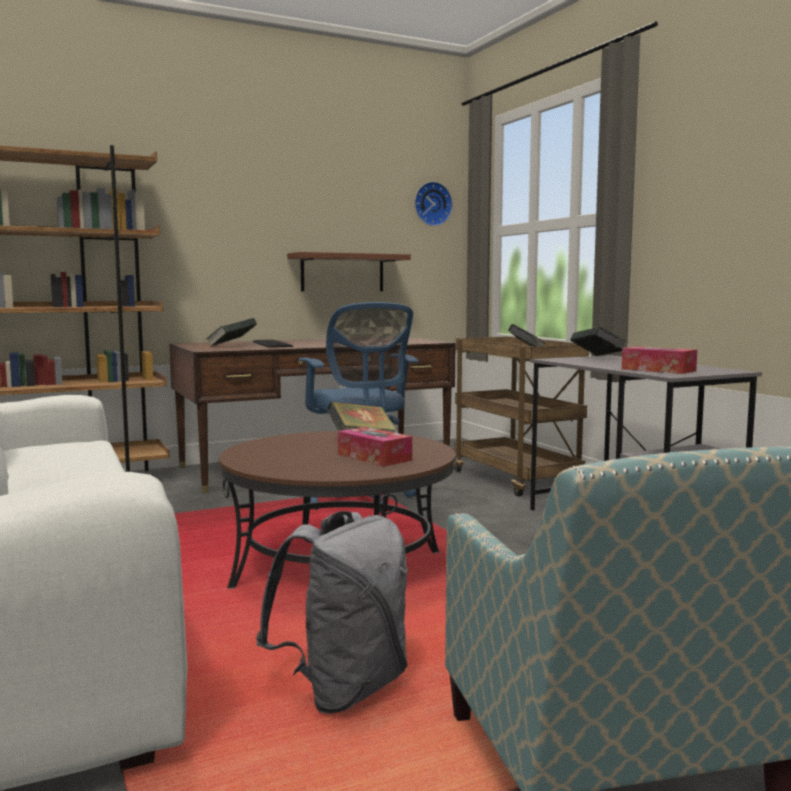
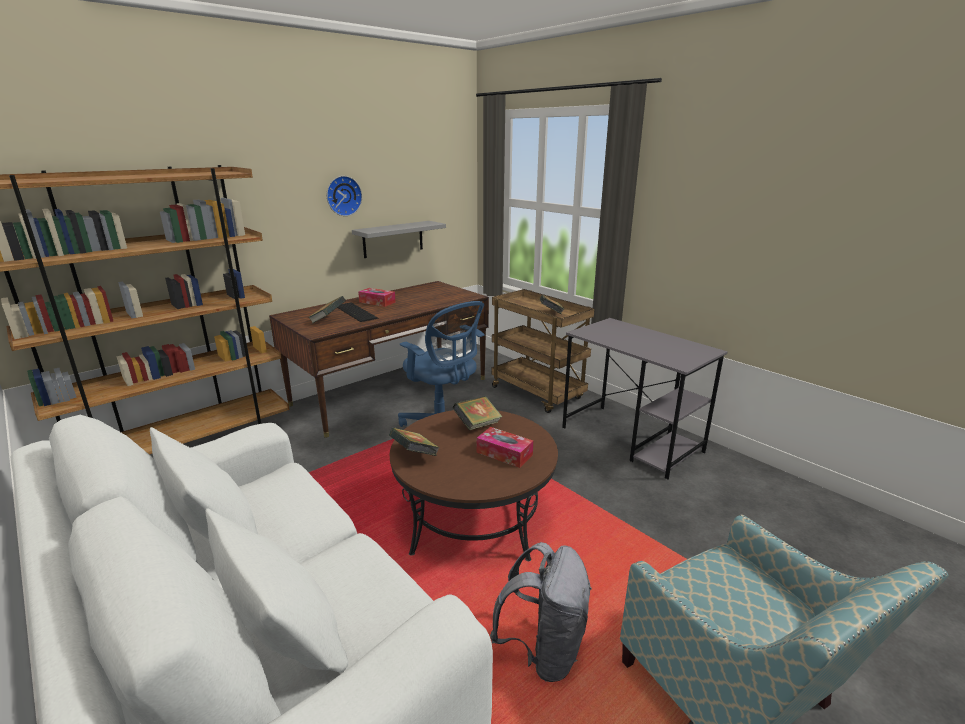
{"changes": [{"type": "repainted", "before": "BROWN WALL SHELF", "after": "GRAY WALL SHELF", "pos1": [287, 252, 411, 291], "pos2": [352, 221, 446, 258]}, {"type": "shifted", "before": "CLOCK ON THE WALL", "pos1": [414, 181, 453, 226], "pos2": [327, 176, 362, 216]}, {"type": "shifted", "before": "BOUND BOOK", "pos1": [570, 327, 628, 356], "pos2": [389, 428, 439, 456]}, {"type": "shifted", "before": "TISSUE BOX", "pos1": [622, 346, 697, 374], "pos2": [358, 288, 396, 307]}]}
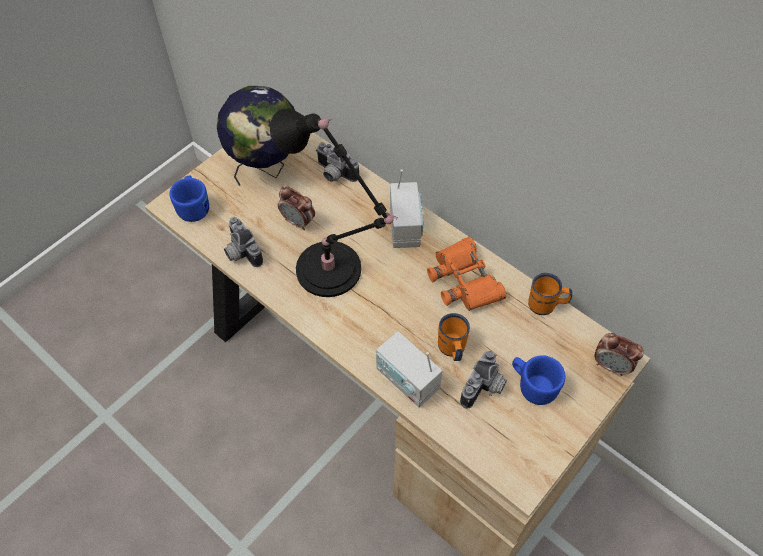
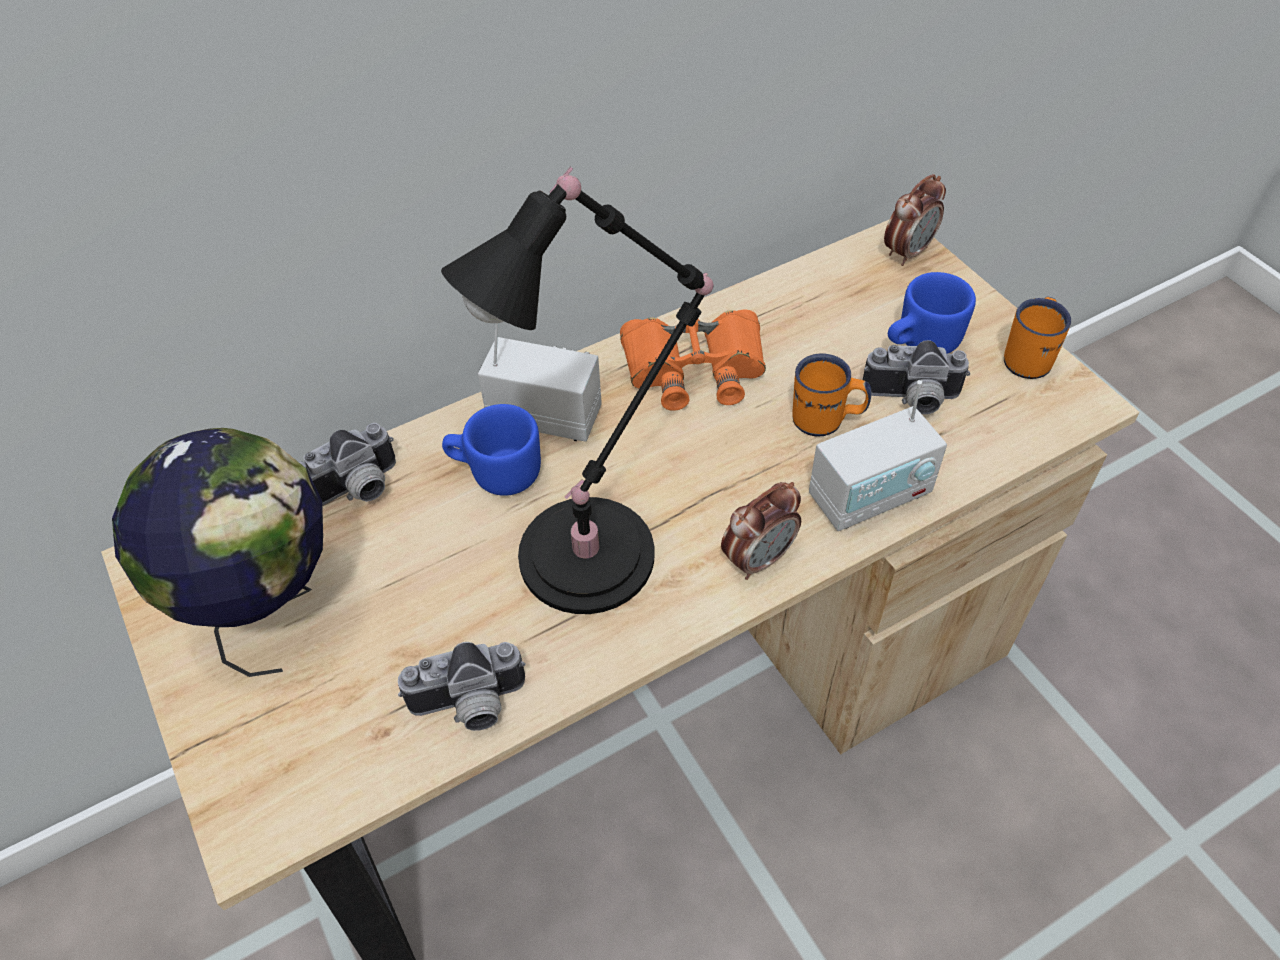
{"changes": [{"type": "shifted", "before": "BLUE TEA MUG", "pos1": [170, 176, 209, 222], "pos2": [442, 404, 541, 496]}, {"type": "shifted", "before": "ALARM CLOCK", "pos1": [278, 187, 315, 230], "pos2": [721, 482, 801, 580]}, {"type": "rotated", "before": "STILL CAMERA", "pos1": [460, 350, 507, 409], "pos2": [863, 340, 970, 415], "turn": 135}, {"type": "shifted", "before": "ORANGE TEA MUG", "pos1": [528, 273, 572, 315], "pos2": [1004, 297, 1071, 379]}]}
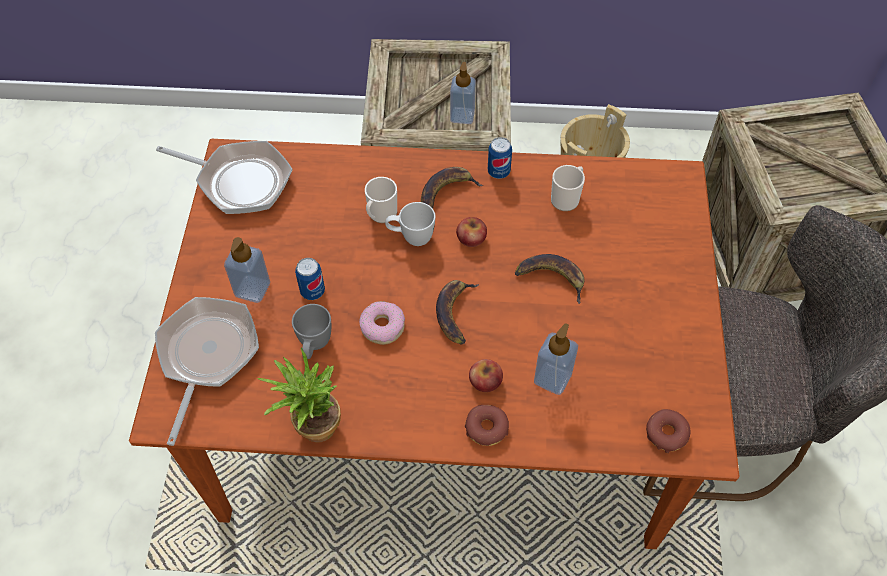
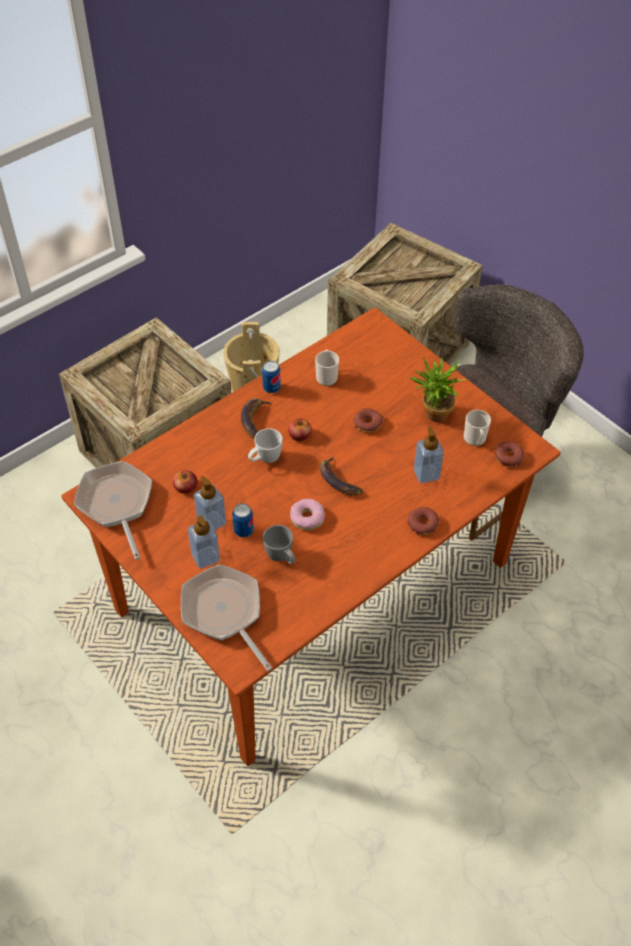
{"changes": [{"type": "rotated", "before": "PAN", "pos1": [156, 141, 293, 214], "pos2": [74, 461, 152, 560], "turn": -90}, {"type": "shifted", "before": "POTTED PLANT", "pos1": [257, 347, 341, 442], "pos2": [410, 357, 465, 422]}, {"type": "shifted", "before": "TEA MUG", "pos1": [365, 177, 397, 223], "pos2": [464, 410, 491, 446]}, {"type": "shifted", "before": "SOAP DISPENSER", "pos1": [450, 62, 476, 124], "pos2": [194, 476, 226, 530]}, {"type": "shifted", "before": "APPLE FRUIT", "pos1": [469, 359, 503, 392], "pos2": [173, 470, 197, 494]}, {"type": "swapped", "before": "BANANA", "after": "RING DOUGHNUT", "pos1": [515, 254, 585, 304], "pos2": [354, 408, 383, 433]}]}
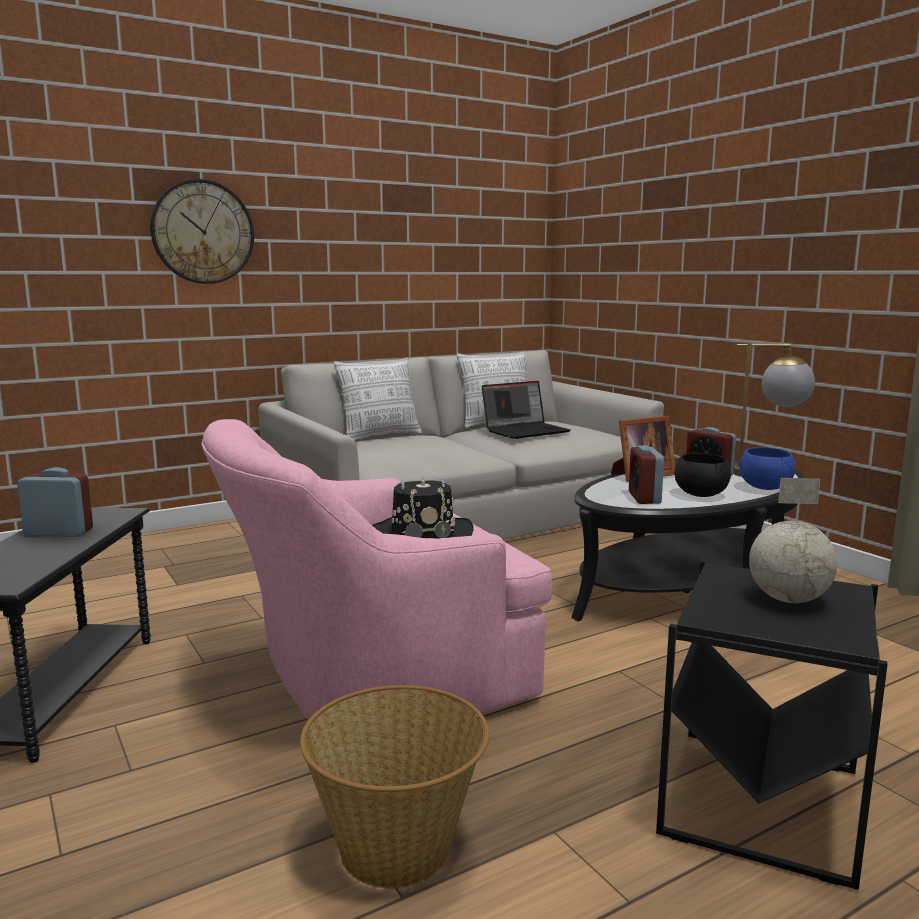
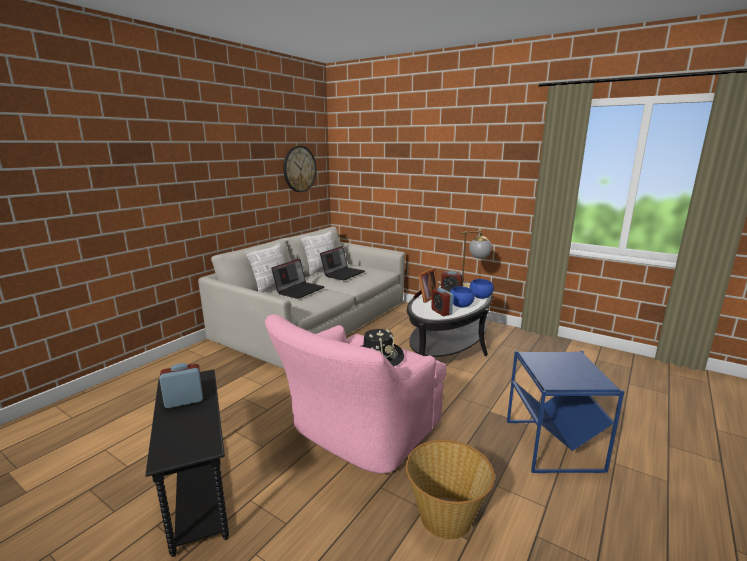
{"changes": [{"type": "shifted", "before": "CLOCK ON THE WALL", "pos1": [150, 179, 254, 284], "pos2": [283, 146, 317, 192]}, {"type": "repainted", "before": "BLACKISH END TABLE", "after": "BLUE END TABLE", "pos1": [656, 560, 888, 890], "pos2": [507, 351, 624, 473]}, {"type": "repainted", "before": "BLACKISH DEEP DISH", "after": "BLUE DEEP DISH", "pos1": [675, 453, 731, 497], "pos2": [450, 287, 475, 307]}, {"type": "gone", "before": "GLOBE", "pos1": [749, 478, 837, 603]}, {"type": "new", "after": "NOTEBOOK COMPUTER", "pos2": [271, 259, 325, 299]}]}
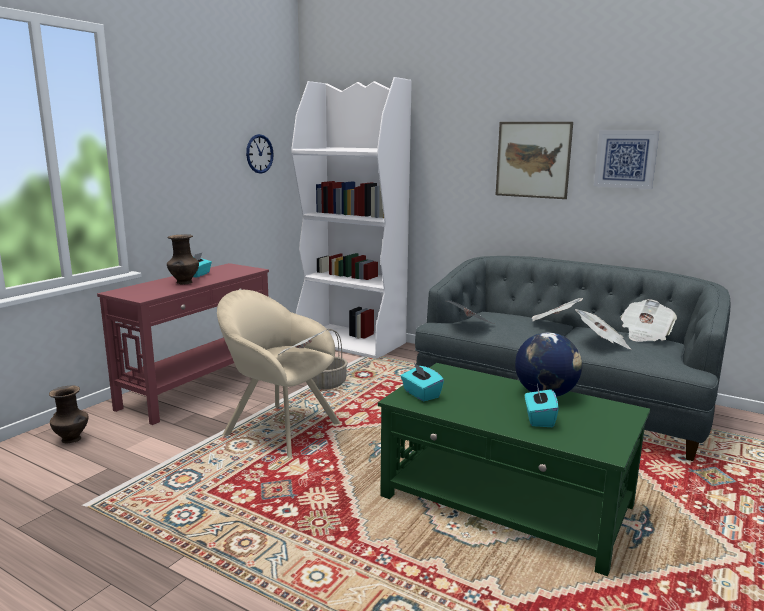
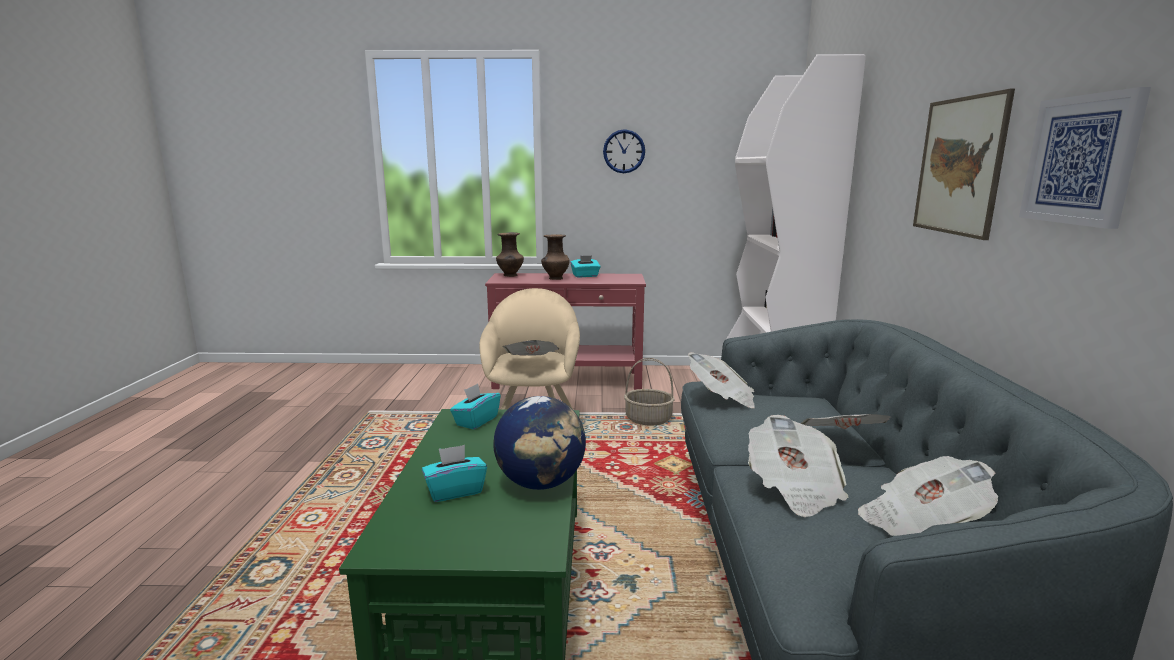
{"changes": [{"type": "shifted", "before": "BROWN DECORATIVE VASE", "pos1": [49, 386, 89, 444], "pos2": [496, 232, 524, 277]}, {"type": "shifted", "before": "CLOCK ON THE WALL", "pos1": [246, 134, 274, 174], "pos2": [603, 129, 645, 173]}]}
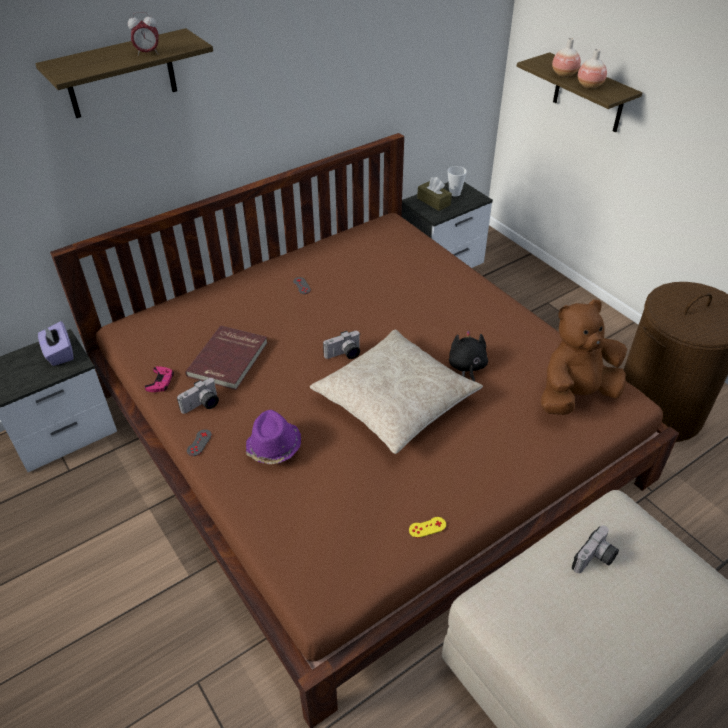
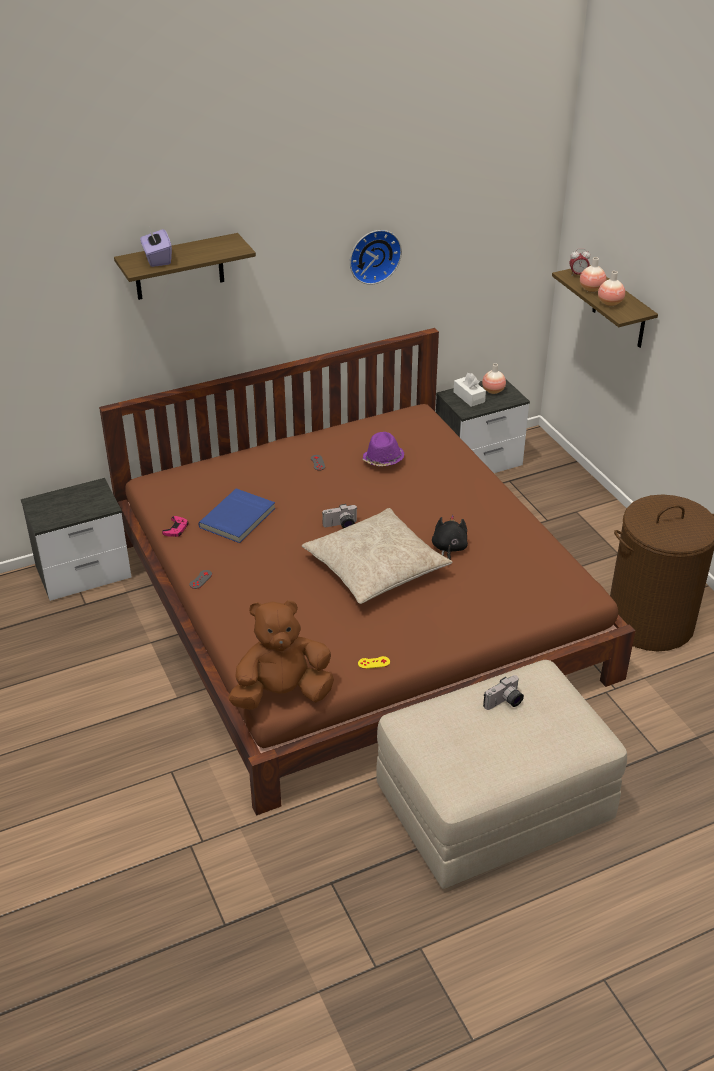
{"changes": [{"type": "shifted", "before": "PURPLE TISSUE BOX", "pos1": [38, 321, 74, 366], "pos2": [140, 227, 172, 267]}, {"type": "shifted", "before": "ALARM CLOCK", "pos1": [128, 12, 158, 56], "pos2": [569, 249, 590, 275]}, {"type": "gone", "before": "STILL CAMERA", "pos1": [177, 378, 219, 414]}, {"type": "repainted", "before": "REDDISH BOUND BOOK", "after": "BLUE BOUND BOOK", "pos1": [185, 326, 268, 390], "pos2": [198, 488, 275, 543]}, {"type": "shifted", "before": "PURPLE HAT", "pos1": [246, 410, 301, 464], "pos2": [363, 432, 404, 466]}, {"type": "repainted", "before": "BROWN TISSUE BOX", "after": "WHITISH TISSUE BOX", "pos1": [417, 177, 452, 211], "pos2": [453, 373, 486, 407]}, {"type": "swapped", "before": "SMALL CUP", "after": "DECORATIVE VASE", "pos1": [447, 166, 467, 196], "pos2": [482, 363, 506, 394]}, {"type": "shifted", "before": "BROWN PLUSH TOY", "pos1": [541, 299, 627, 415], "pos2": [228, 600, 334, 710]}, {"type": "new", "after": "CLOCK ON THE WALL", "pos2": [350, 230, 402, 285]}]}
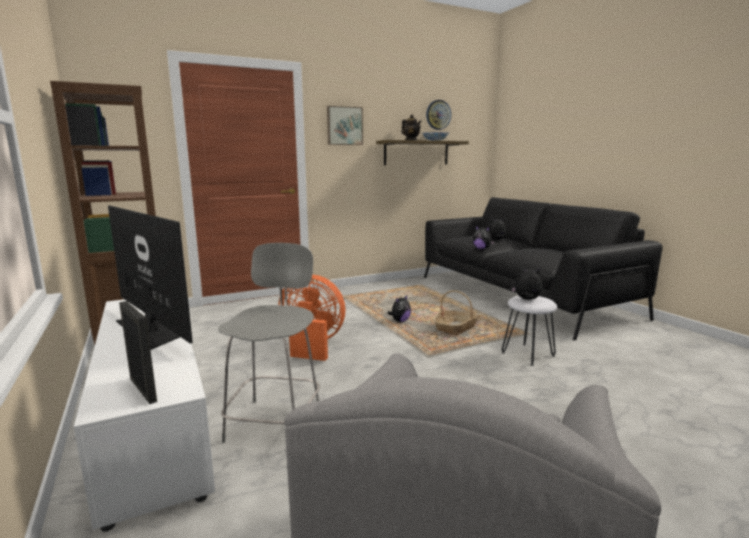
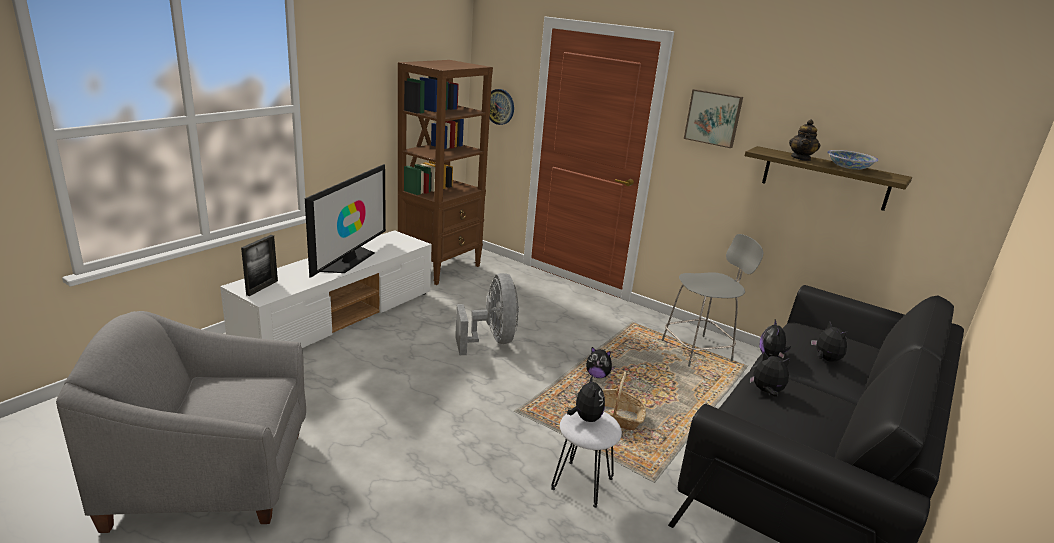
{"changes": [{"type": "shifted", "before": "GRAY SITTING STOOL", "pos1": [218, 243, 320, 443], "pos2": [662, 234, 763, 367]}, {"type": "repainted", "before": "ORANGE FAN", "after": "GRAY FAN", "pos1": [279, 274, 346, 361], "pos2": [455, 273, 519, 355]}, {"type": "shifted", "before": "CLOCK ON THE WALL", "pos1": [426, 100, 451, 130], "pos2": [490, 89, 514, 125]}, {"type": "new", "after": "PLUSH TOY", "pos2": [750, 352, 790, 397]}]}
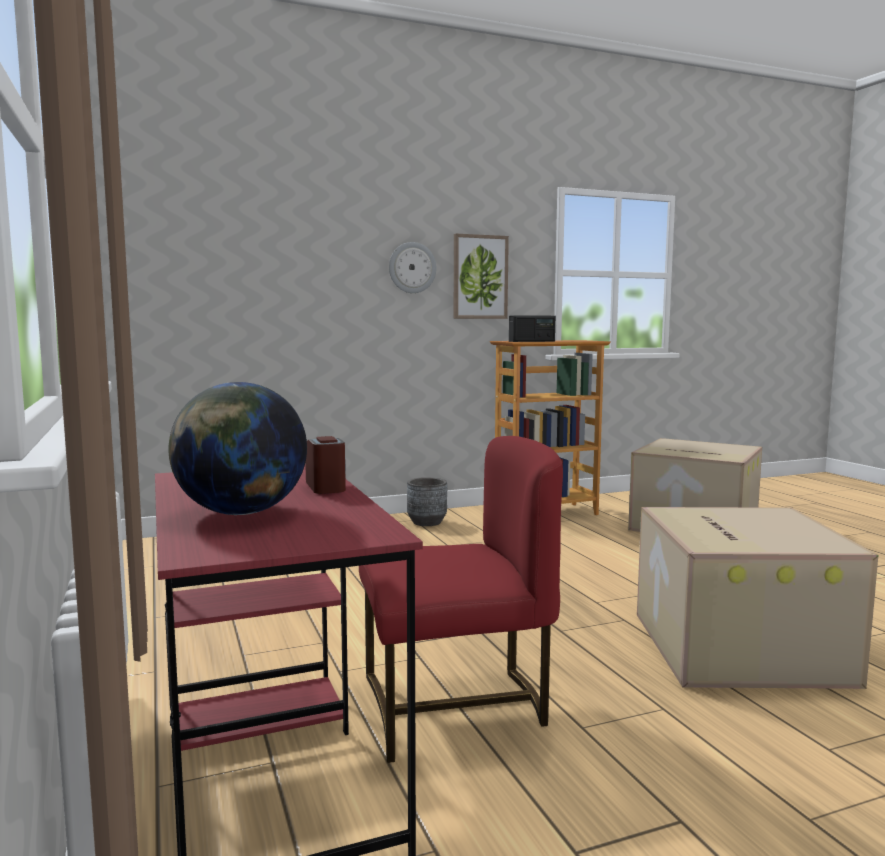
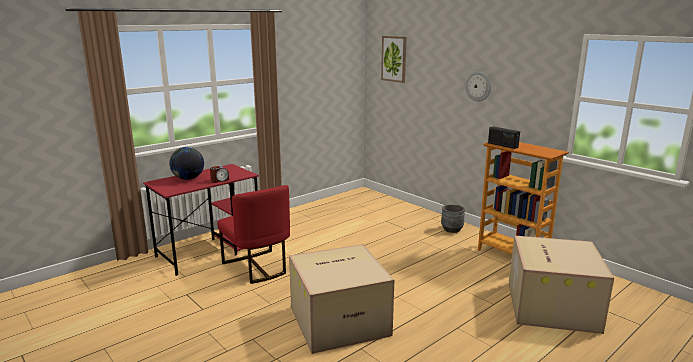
{"changes": [{"type": "shifted", "before": "WALL PICTURE", "pos1": [454, 234, 509, 319], "pos2": [381, 36, 407, 83]}]}
